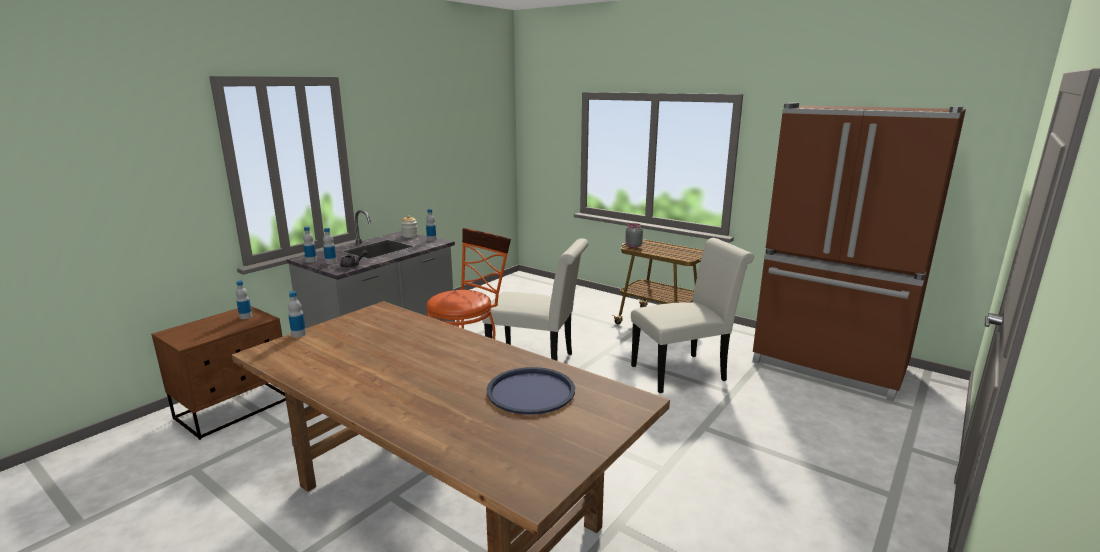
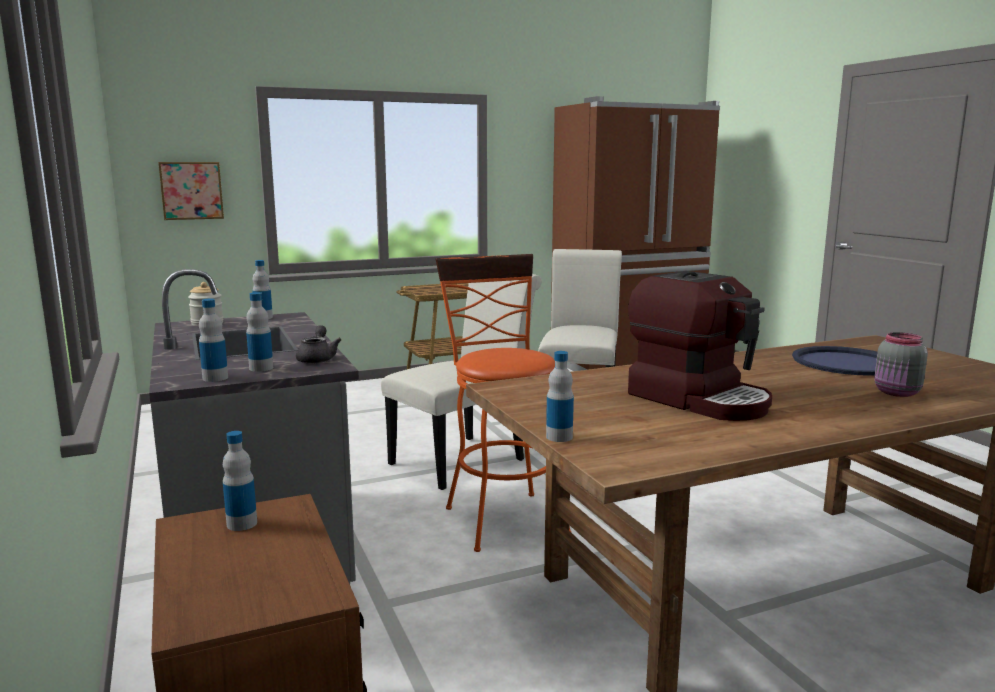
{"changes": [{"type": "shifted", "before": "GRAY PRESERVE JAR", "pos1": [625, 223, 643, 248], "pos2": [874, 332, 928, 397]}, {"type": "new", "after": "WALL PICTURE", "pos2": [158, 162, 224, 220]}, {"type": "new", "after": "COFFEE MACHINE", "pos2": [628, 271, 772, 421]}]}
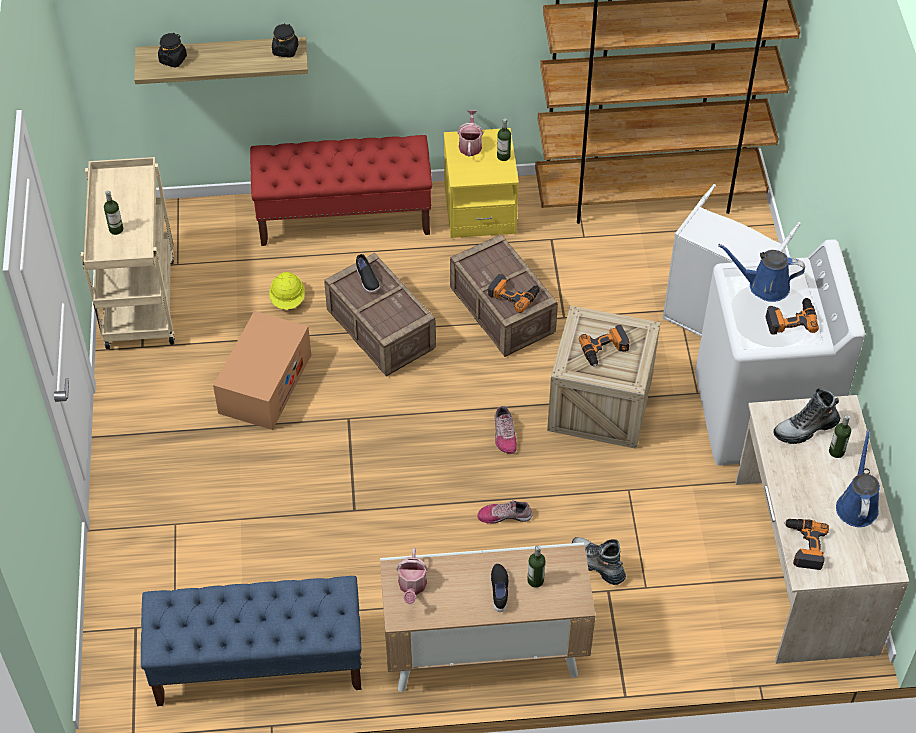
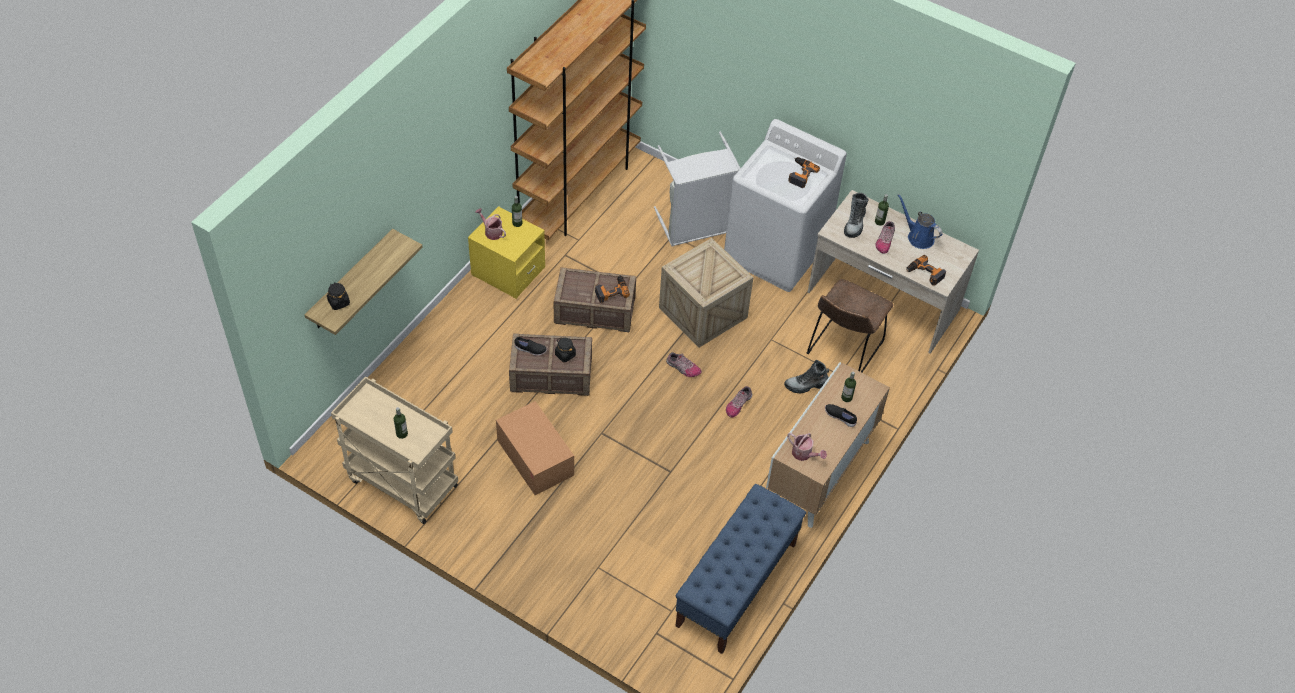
{"changes": [{"type": "gone", "before": "REDDISH INDOOR BENCH", "pos1": [250, 135, 432, 246]}, {"type": "gone", "before": "YELLOW HARD HAT", "pos1": [269, 272, 305, 310]}, {"type": "shifted", "before": "BLACKISH PRESERVE JAR", "pos1": [272, 23, 298, 58], "pos2": [555, 338, 576, 362]}, {"type": "gone", "before": "ELECTRIC DRILL", "pos1": [579, 325, 630, 367]}, {"type": "gone", "before": "BLUE WATERING CAN", "pos1": [718, 244, 805, 302]}, {"type": "new", "after": "BROWN PLAIN CHAIR", "pos2": [807, 279, 893, 373]}, {"type": "new", "after": "SHOE", "pos2": [875, 221, 895, 254]}]}
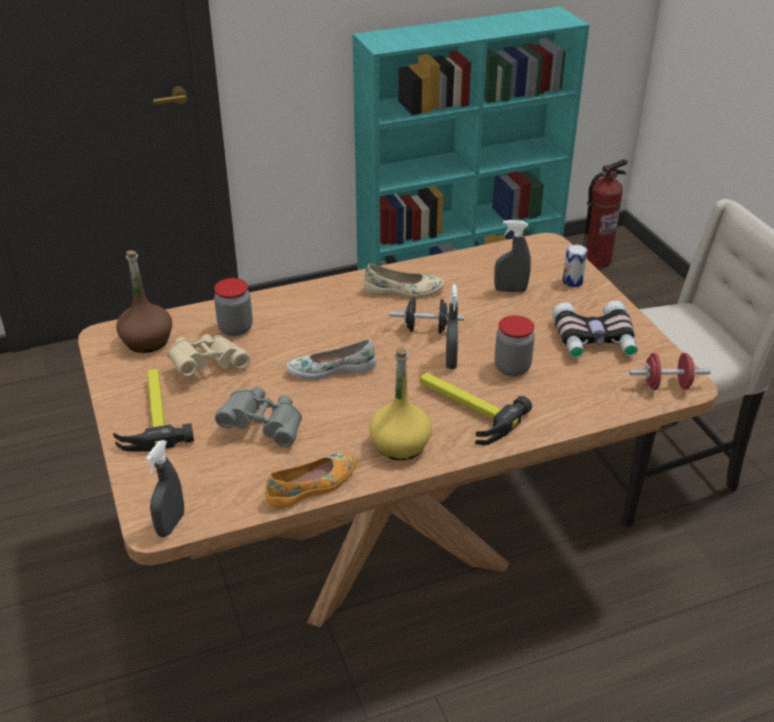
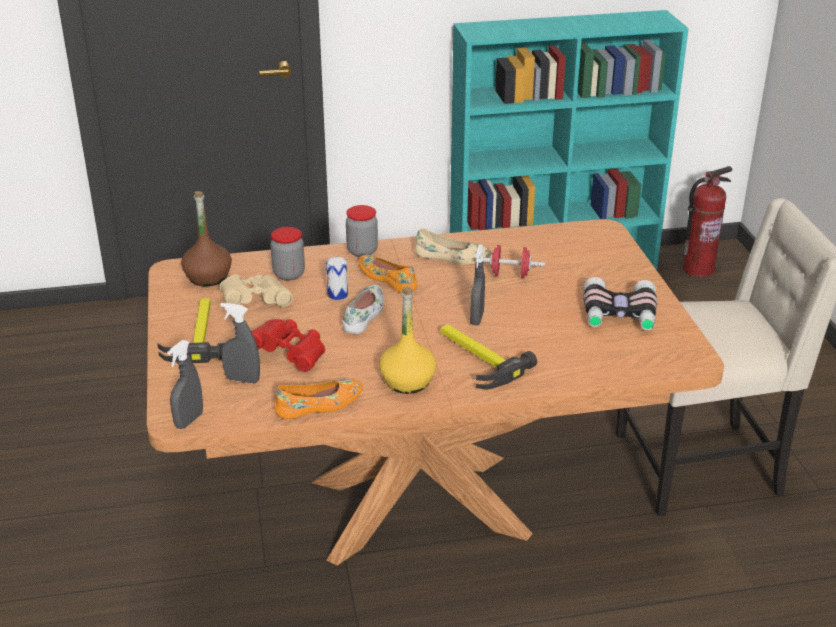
{"changes": [{"type": "repainted", "before": "GRAY PAIR OF BINOCULARS", "after": "REDDISH PAIR OF BINOCULARS", "pos1": [215, 387, 302, 447], "pos2": [251, 319, 325, 372]}, {"type": "rotated", "before": "WHITISH SHOE", "pos1": [286, 339, 377, 380], "pos2": [343, 285, 384, 334], "turn": 105}, {"type": "gone", "before": "BLACKISH DUMBBELL", "pos1": [390, 298, 464, 334]}, {"type": "shifted", "before": "GRAY SPRAYER", "pos1": [494, 220, 531, 292], "pos2": [220, 303, 260, 384]}, {"type": "shifted", "before": "PRESERVE JAR", "pos1": [495, 315, 535, 376], "pos2": [346, 205, 378, 257]}, {"type": "shifted", "before": "SEALED CAN", "pos1": [563, 244, 587, 288], "pos2": [326, 257, 348, 300]}, {"type": "shifted", "before": "REDDISH DUMBBELL", "pos1": [629, 353, 711, 390], "pos2": [483, 245, 545, 278]}, {"type": "new", "after": "ORANGE SHOE", "pos2": [359, 255, 417, 293]}]}
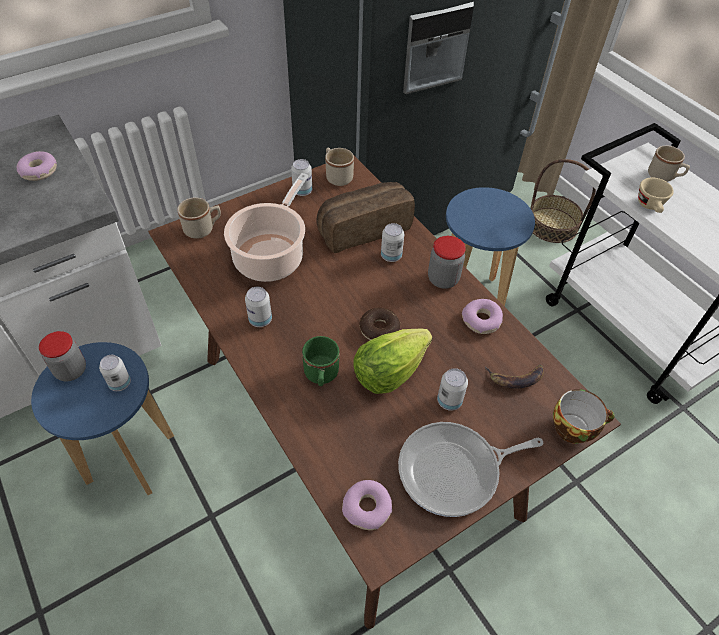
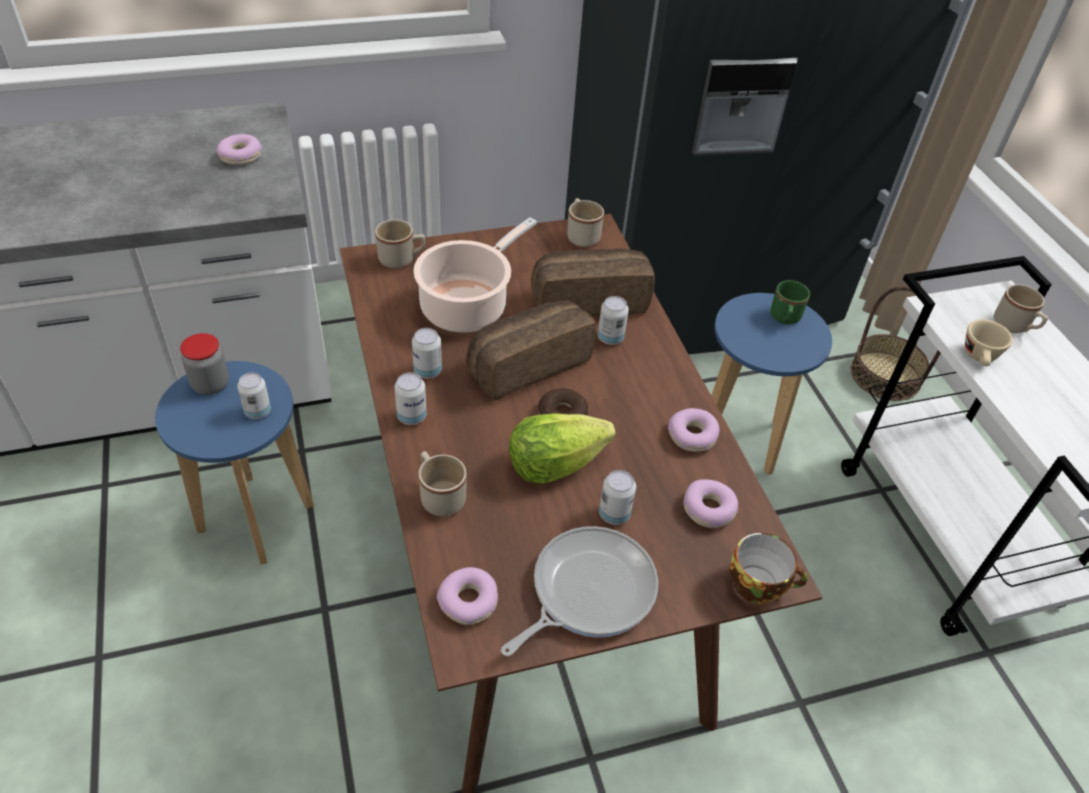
{"changes": [{"type": "shifted", "before": "SEALED CAN", "pos1": [291, 159, 312, 196], "pos2": [394, 372, 427, 425]}, {"type": "shifted", "before": "GREENISH TEA MUG", "pos1": [302, 336, 339, 386], "pos2": [770, 280, 810, 325]}, {"type": "rotated", "before": "PAN", "pos1": [398, 422, 544, 517], "pos2": [501, 526, 658, 656], "turn": 135}, {"type": "gone", "before": "PRESERVE JAR", "pos1": [428, 236, 466, 289]}, {"type": "swapped", "before": "BANANA", "after": "RING DOUGHNUT", "pos1": [485, 364, 544, 389], "pos2": [683, 479, 738, 528]}, {"type": "new", "after": "SAND-COLOURED TEA MUG", "pos2": [418, 451, 467, 516]}, {"type": "new", "after": "BREAD", "pos2": [466, 300, 596, 401]}]}
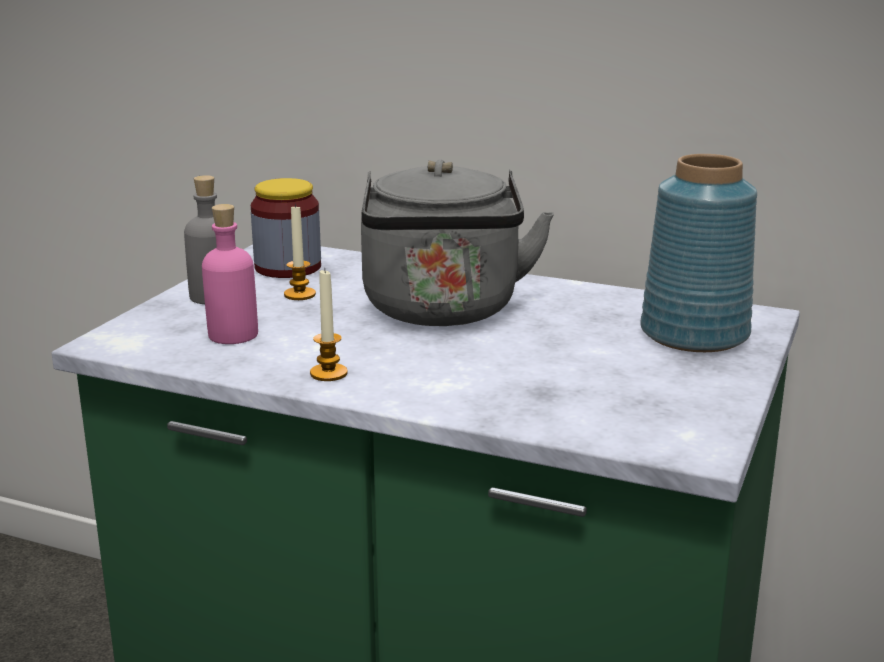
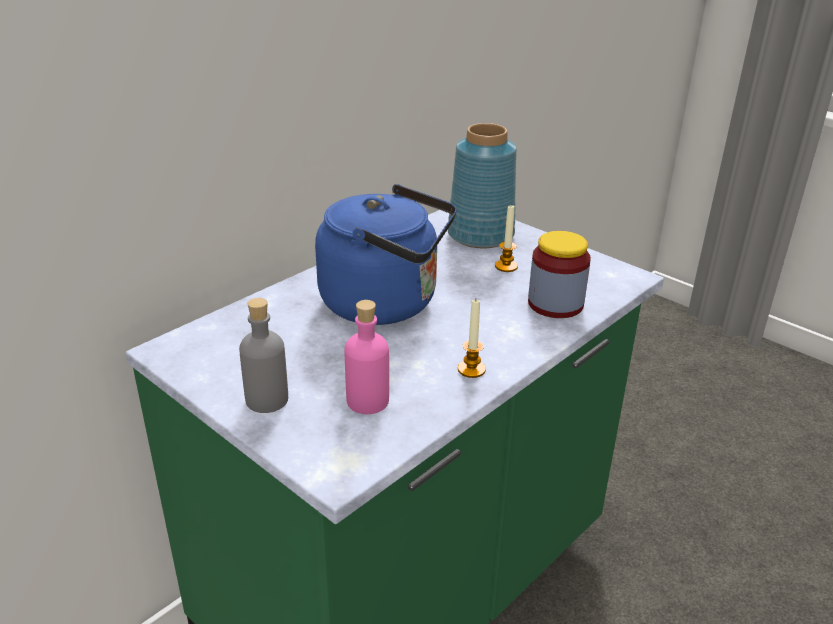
{"changes": [{"type": "shifted", "before": "PRESERVE JAR", "pos1": [251, 178, 321, 278], "pos2": [528, 231, 591, 318]}, {"type": "shifted", "before": "WAX CANDLE", "pos1": [284, 204, 316, 300], "pos2": [495, 204, 518, 272]}, {"type": "repainted", "before": "GRAY TEA KETTLE", "after": "BLUE TEA KETTLE", "pos1": [361, 159, 554, 326], "pos2": [315, 184, 457, 325]}]}
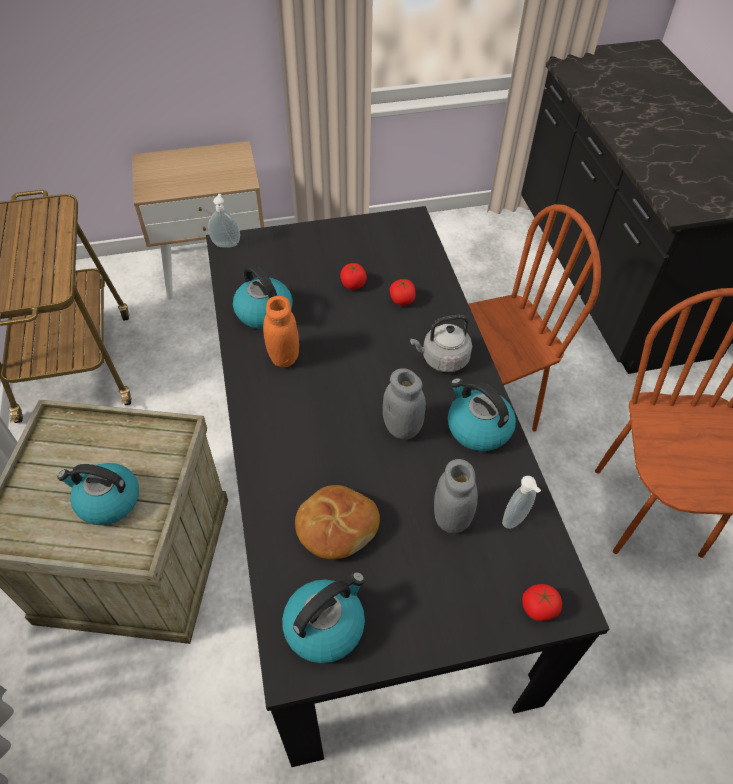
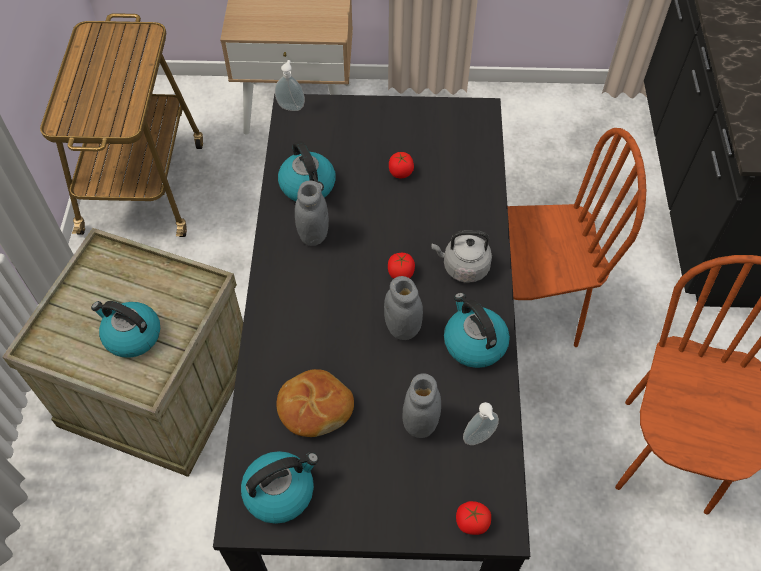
{"changes": [{"type": "repainted", "before": "ORANGE PRESERVE JAR", "after": "GRAY PRESERVE JAR", "pos1": [263, 296, 299, 368], "pos2": [295, 180, 329, 246]}, {"type": "shifted", "before": "WHOLE TOMATO", "pos1": [390, 279, 416, 305], "pos2": [388, 253, 415, 279]}]}
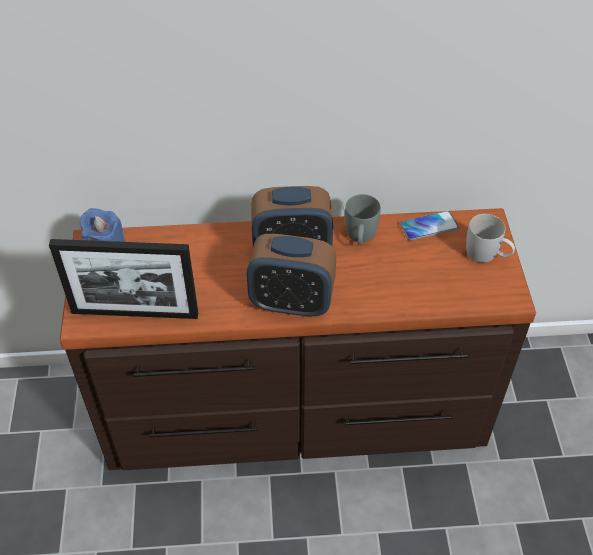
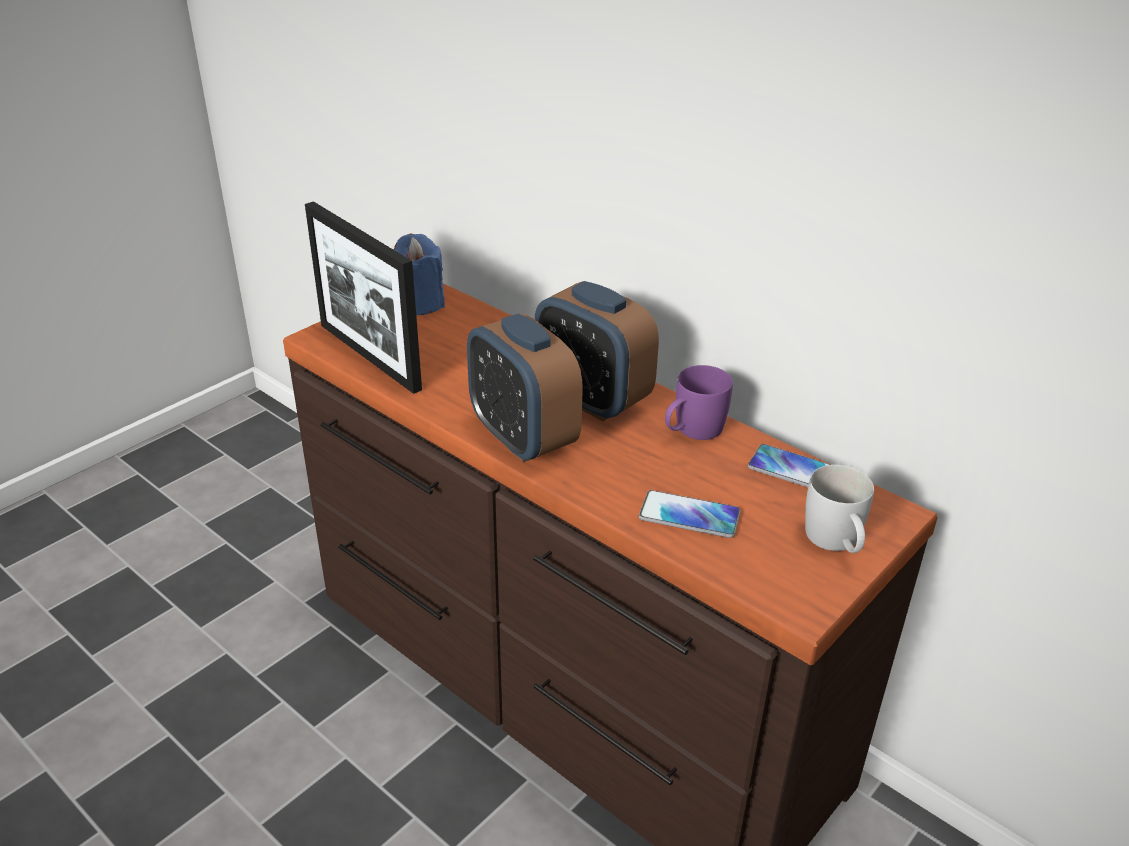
{"changes": [{"type": "repainted", "before": "GRAY TEA MUG", "after": "PURPLE TEA MUG", "pos1": [345, 194, 381, 245], "pos2": [665, 365, 733, 440]}, {"type": "new", "after": "TELEPHONE", "pos2": [639, 490, 741, 538]}]}
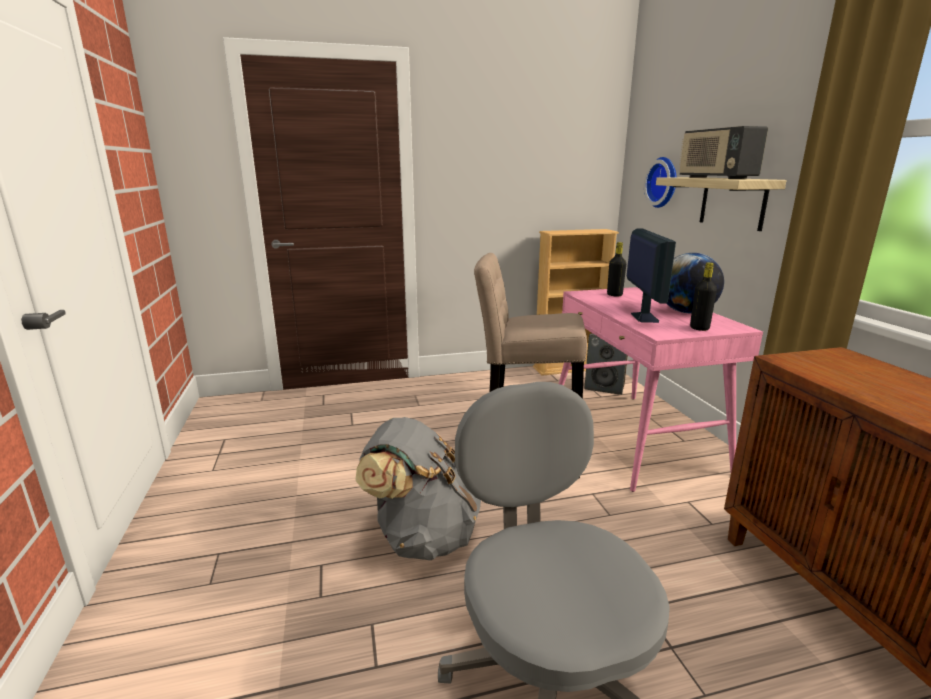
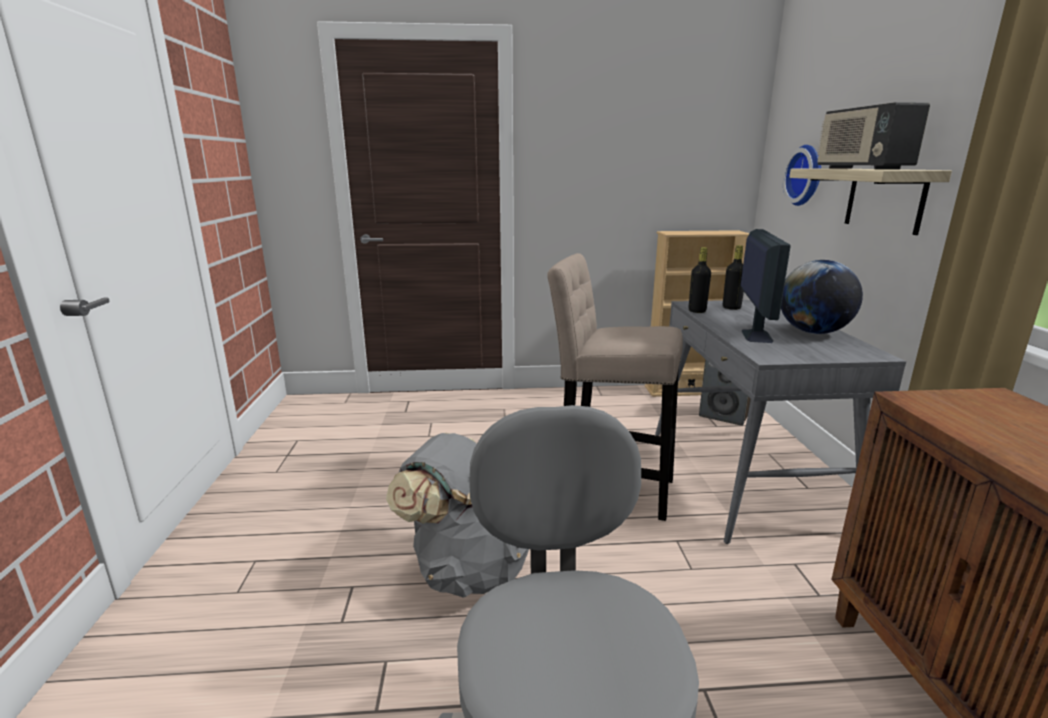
{"changes": [{"type": "repainted", "before": "PINK DESK TABLE", "after": "GRAY DESK TABLE", "pos1": [559, 287, 763, 492], "pos2": [655, 300, 906, 544]}, {"type": "shifted", "before": "BLACKISH BOTTLE", "pos1": [690, 262, 717, 331], "pos2": [689, 247, 711, 313]}]}
